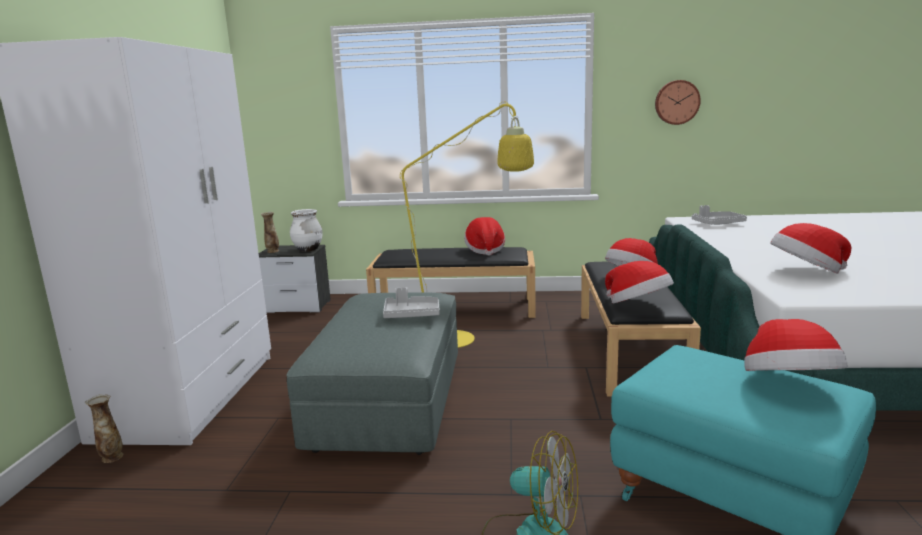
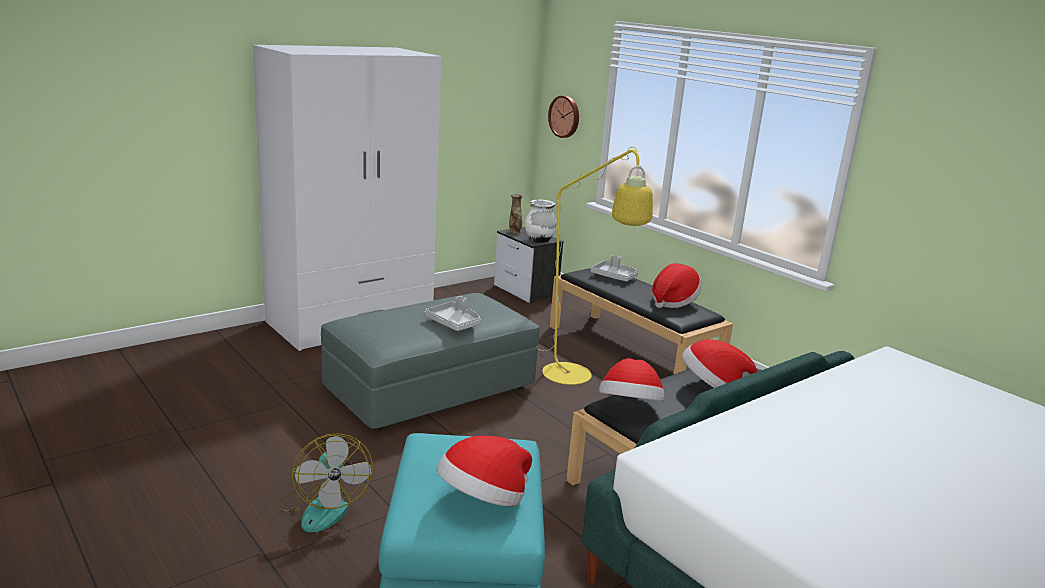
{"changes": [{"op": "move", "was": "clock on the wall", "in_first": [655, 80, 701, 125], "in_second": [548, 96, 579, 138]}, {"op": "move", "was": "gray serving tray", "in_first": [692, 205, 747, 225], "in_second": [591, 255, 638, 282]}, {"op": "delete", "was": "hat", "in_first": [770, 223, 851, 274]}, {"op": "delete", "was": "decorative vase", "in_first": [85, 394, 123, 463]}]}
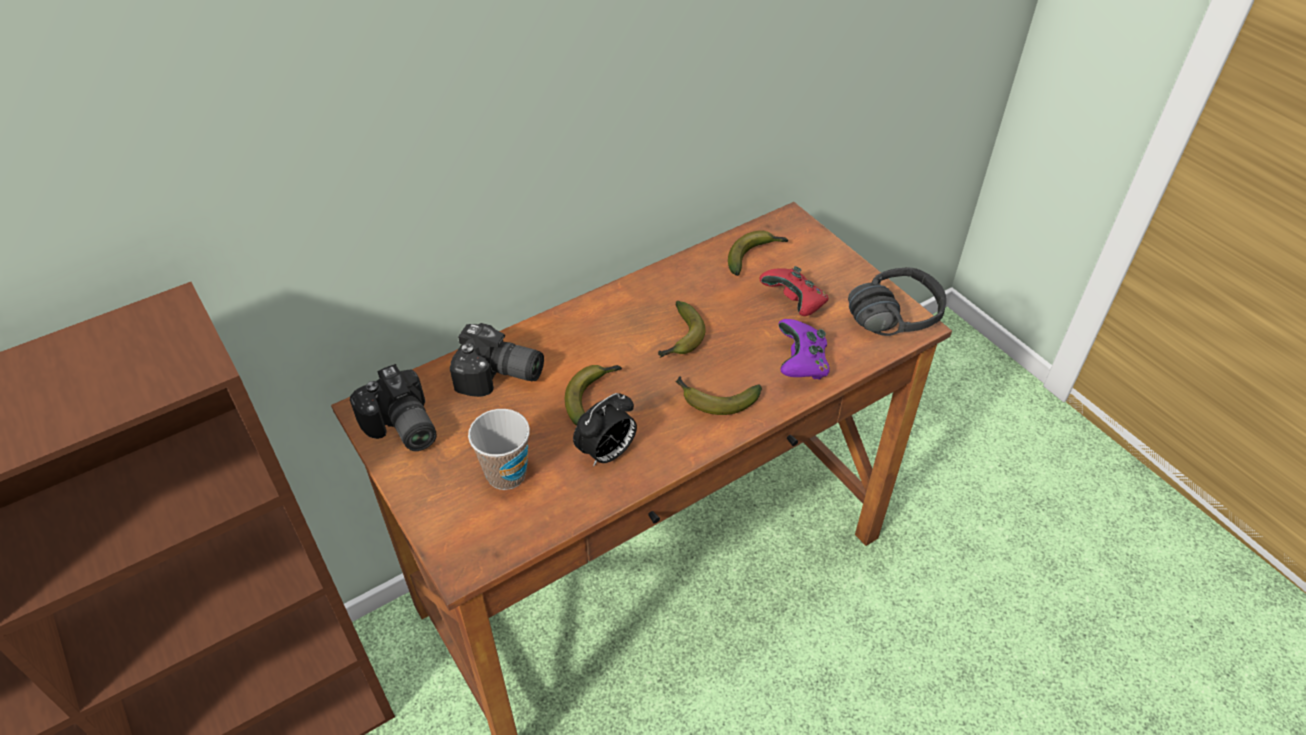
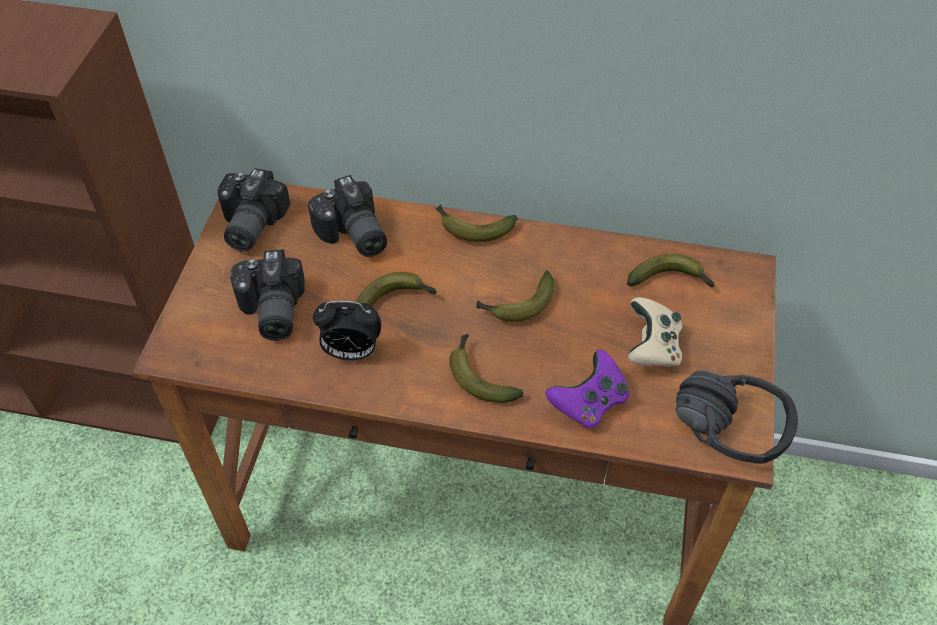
{"changes": [{"op": "recolor", "was": "reddish game controller", "now": "beige-coloured game controller", "in_first": [759, 266, 829, 316], "in_second": [628, 297, 682, 367]}, {"op": "replace", "was": "drinking cup", "now": "photo camera", "in_first": [468, 409, 530, 490], "in_second": [231, 249, 305, 341]}, {"op": "insert", "now": "whole banana", "in_second": [436, 204, 518, 242]}]}
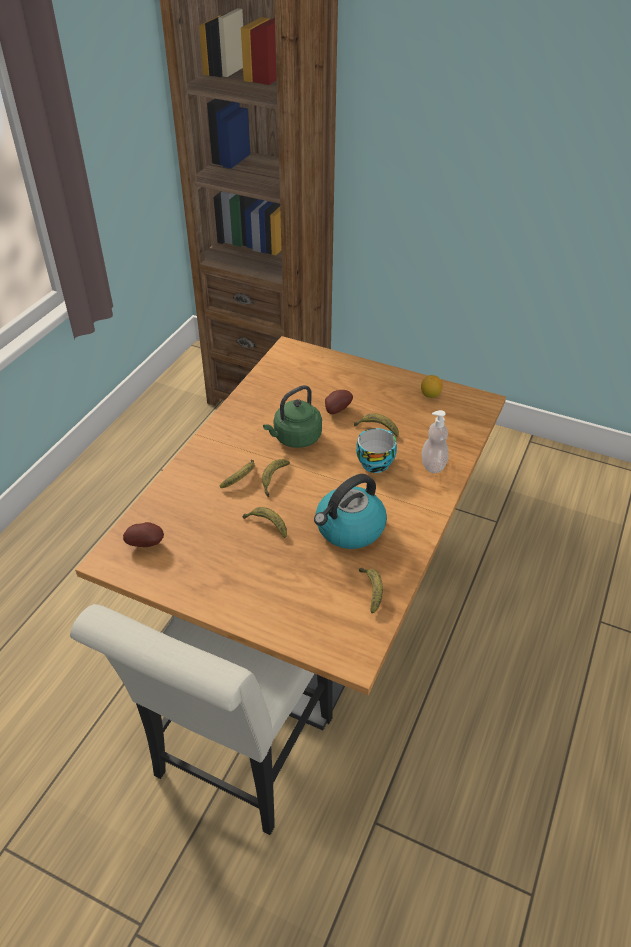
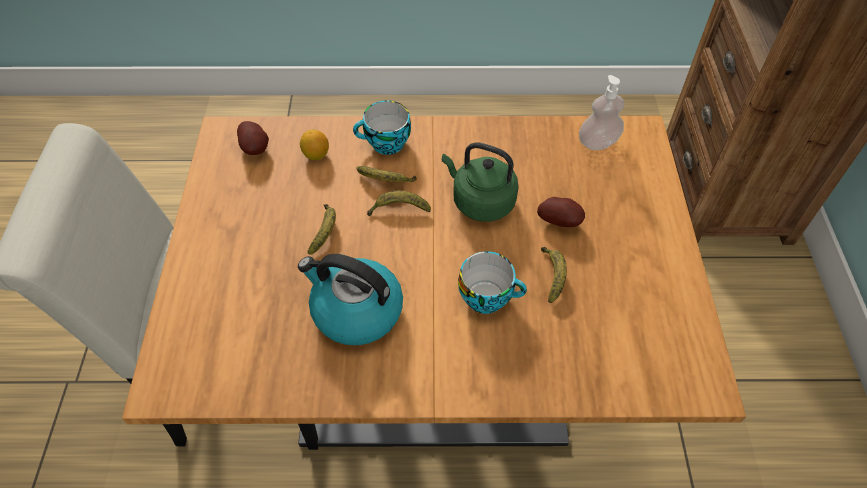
{"changes": [{"op": "move", "was": "whole lemon", "in_first": [421, 375, 443, 398], "in_second": [300, 130, 329, 160]}, {"op": "move", "was": "soap bottle", "in_first": [421, 410, 449, 473], "in_second": [579, 75, 624, 150]}, {"op": "delete", "was": "whole banana", "in_first": [359, 568, 383, 613]}, {"op": "insert", "now": "drinking cup", "in_second": [353, 101, 411, 155]}]}
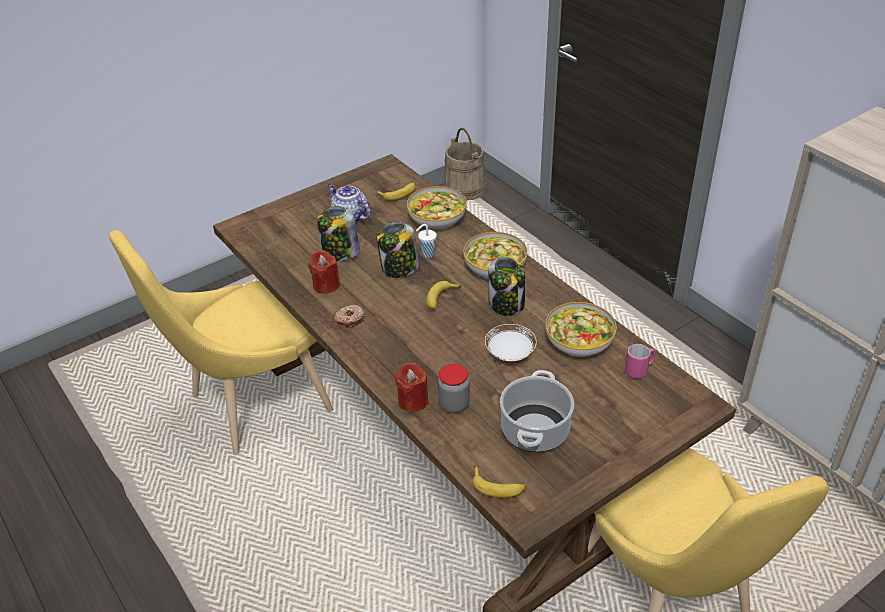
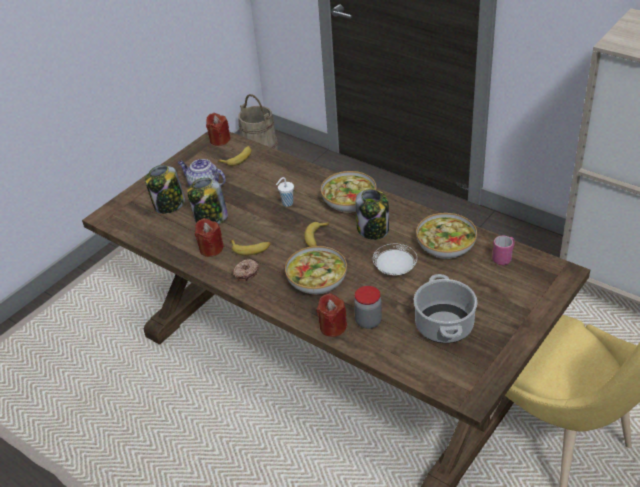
{"changes": [{"op": "move", "was": "deep dish", "in_first": [407, 186, 467, 230], "in_second": [285, 246, 347, 295]}, {"op": "move", "was": "jar", "in_first": [377, 221, 419, 278], "in_second": [145, 165, 185, 214]}, {"op": "delete", "was": "yellow chair", "in_first": [109, 230, 333, 455]}, {"op": "move", "was": "whole banana", "in_first": [472, 466, 527, 498], "in_second": [230, 239, 271, 256]}, {"op": "insert", "now": "reddish wax light", "in_second": [206, 113, 231, 146]}]}
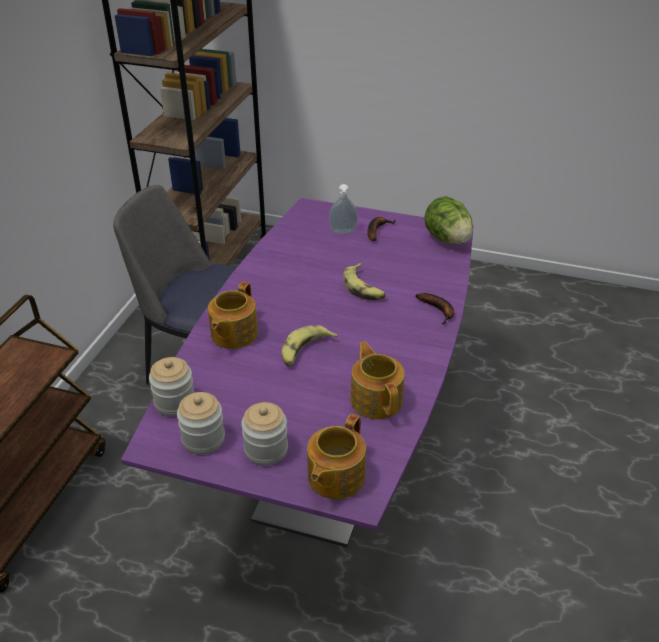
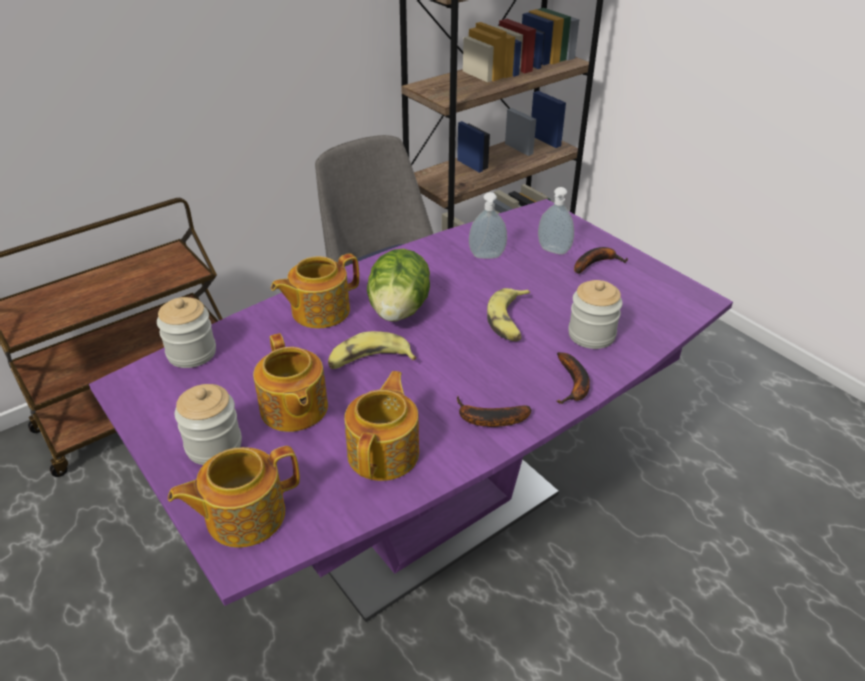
{"changes": [{"op": "move", "was": "lettuce head", "in_first": [424, 196, 473, 244], "in_second": [367, 249, 430, 322]}, {"op": "move", "was": "jar", "in_first": [177, 392, 225, 455], "in_second": [568, 280, 623, 349]}, {"op": "insert", "now": "soap bottle", "in_second": [469, 192, 507, 259]}, {"op": "insert", "now": "teapot", "in_second": [253, 333, 328, 432]}, {"op": "insert", "now": "whole banana", "in_second": [457, 396, 531, 427]}]}
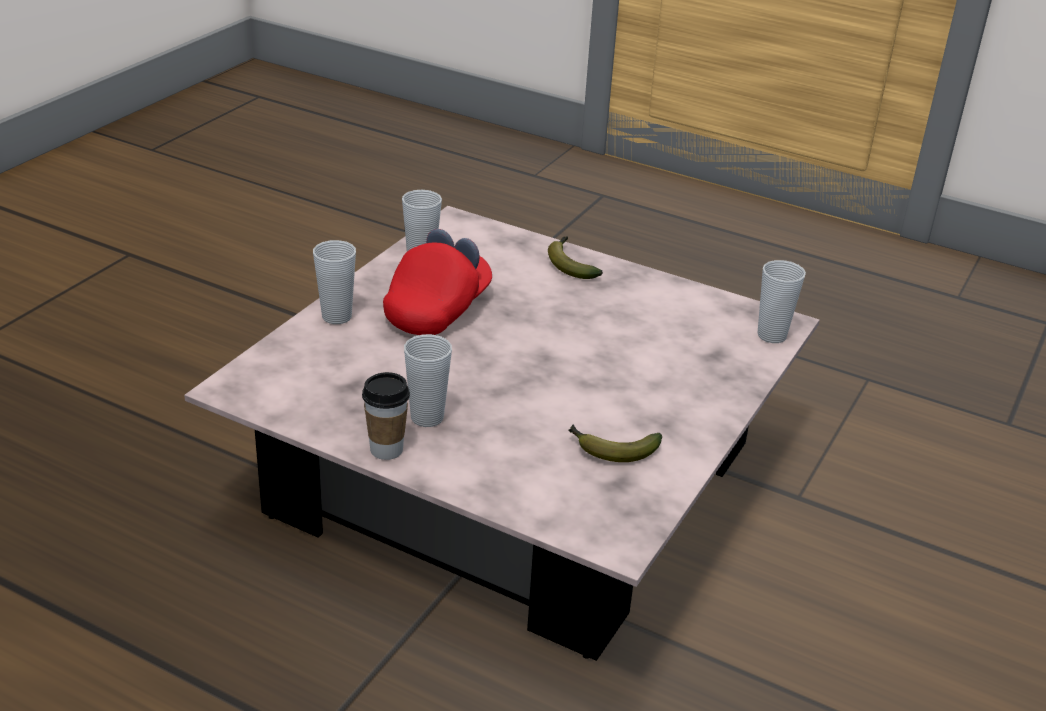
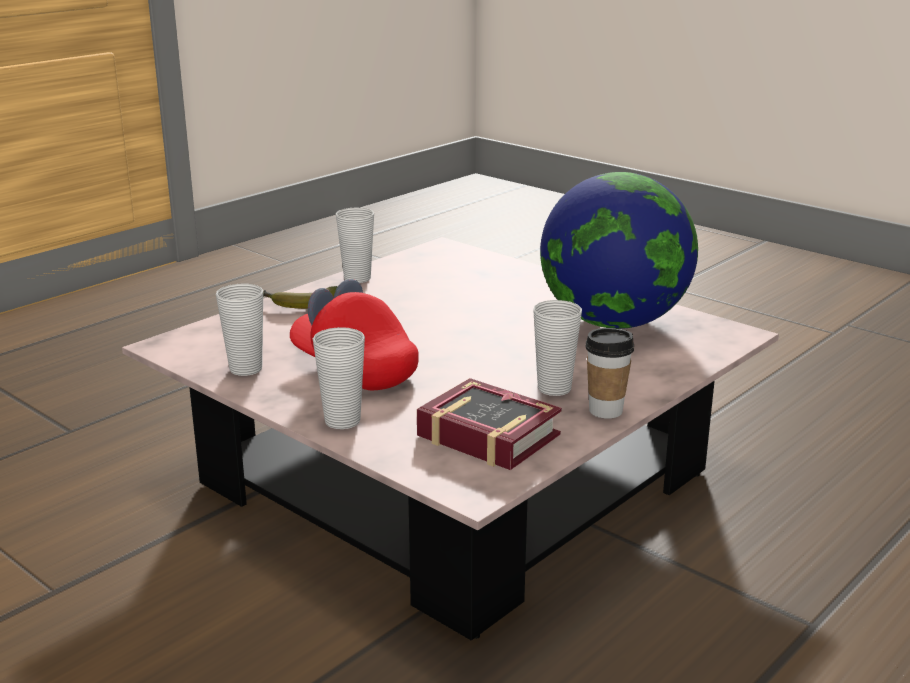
{"changes": [{"op": "move", "was": "drinking cup", "in_first": [758, 260, 806, 343], "in_second": [336, 208, 374, 283]}, {"op": "replace", "was": "whole banana", "now": "world globe", "in_first": [568, 424, 662, 462], "in_second": [540, 172, 698, 329]}, {"op": "insert", "now": "bound book", "in_second": [417, 378, 562, 470]}]}
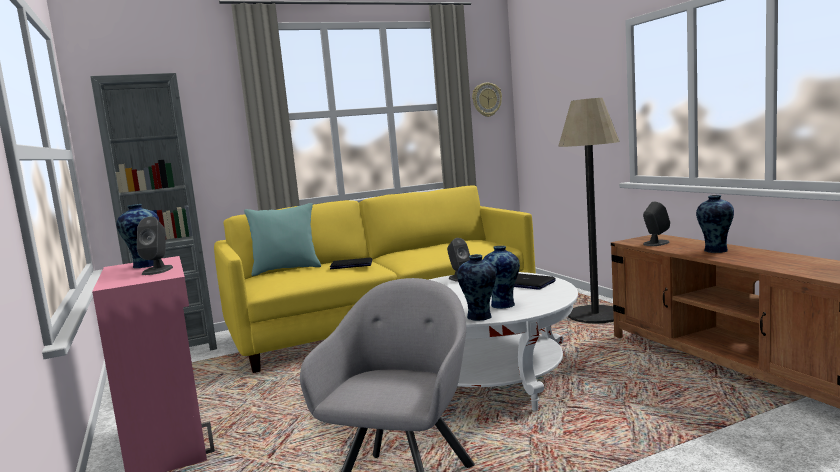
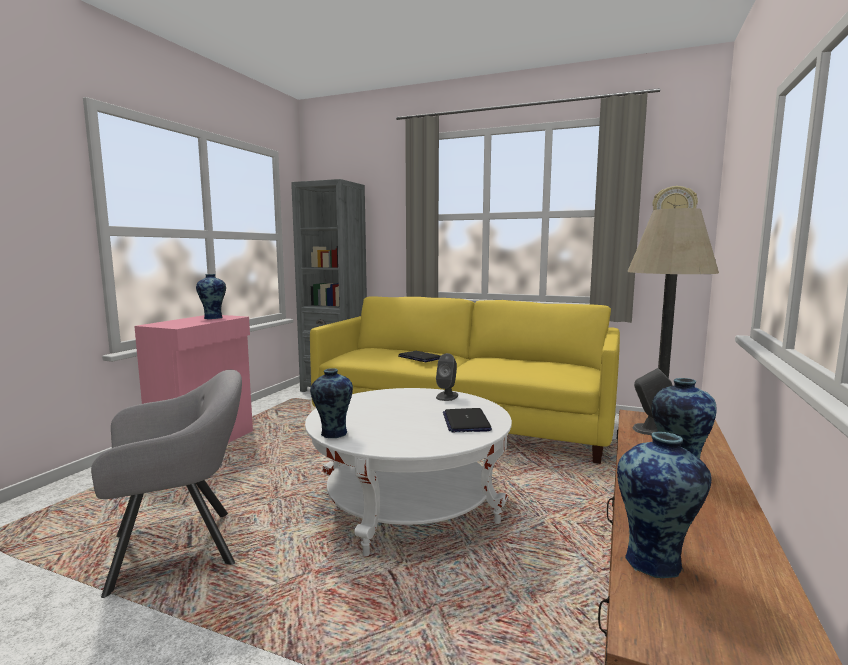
{"changes": [{"op": "delete", "was": "blue-green throw pillow", "in_first": [244, 203, 321, 276]}, {"op": "delete", "was": "gray speaker", "in_first": [137, 217, 173, 275]}, {"op": "move", "was": "decorative vase", "in_first": [483, 246, 520, 309], "in_second": [617, 432, 712, 578]}]}
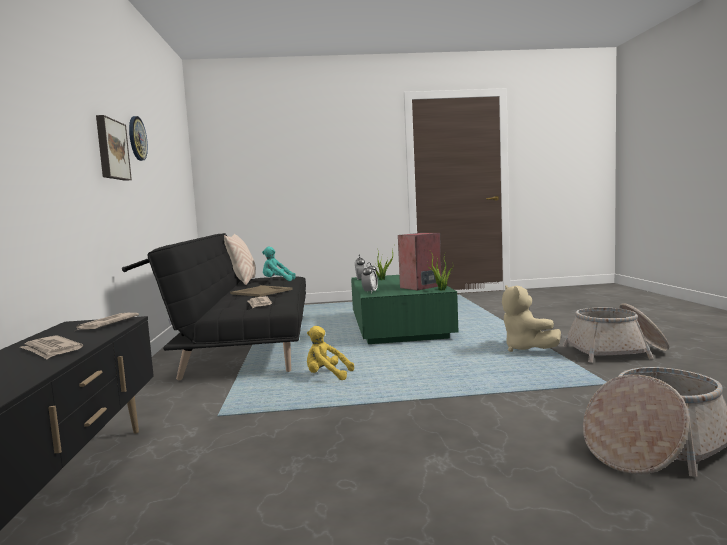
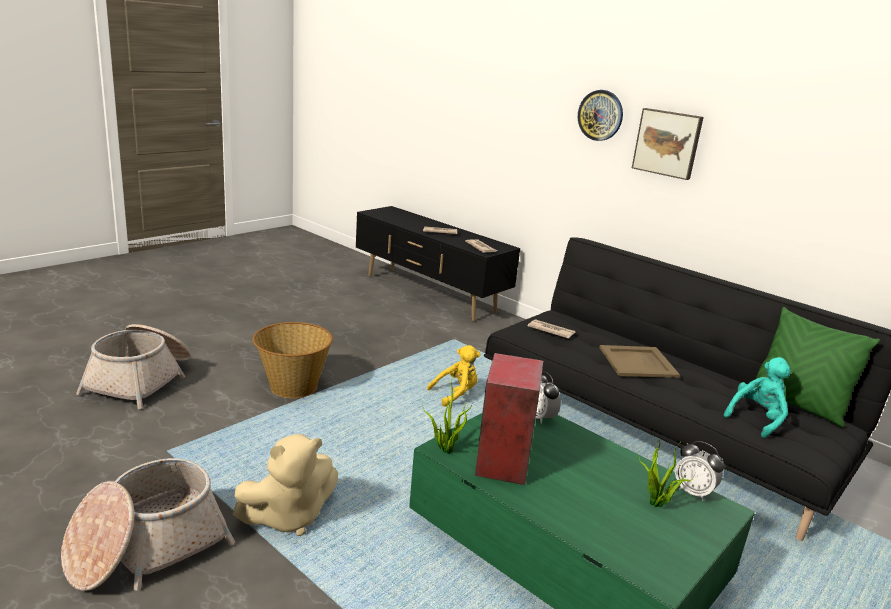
{"changes": [{"op": "move", "was": "clock on the wall", "in_first": [129, 116, 148, 161], "in_second": [578, 90, 623, 141]}, {"op": "recolor", "was": "beige-coloured throw pillow", "now": "green-coloured throw pillow", "in_first": [224, 234, 256, 285], "in_second": [756, 307, 880, 427]}, {"op": "rotate", "was": "beige-coloured soft toy", "in_first": [502, 285, 561, 352], "in_second": [233, 434, 338, 536], "clockwise": 120}, {"op": "insert", "now": "basket", "in_second": [252, 322, 333, 398]}]}
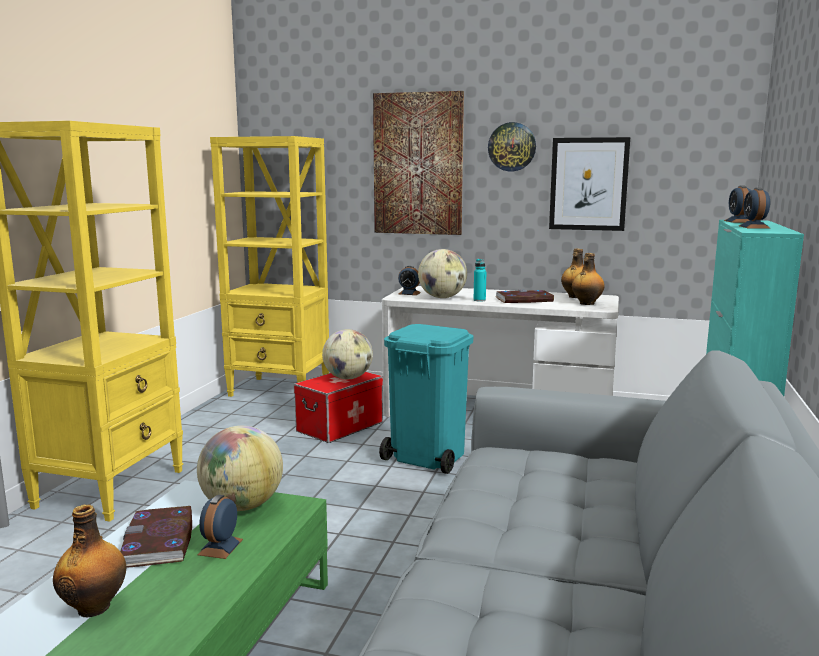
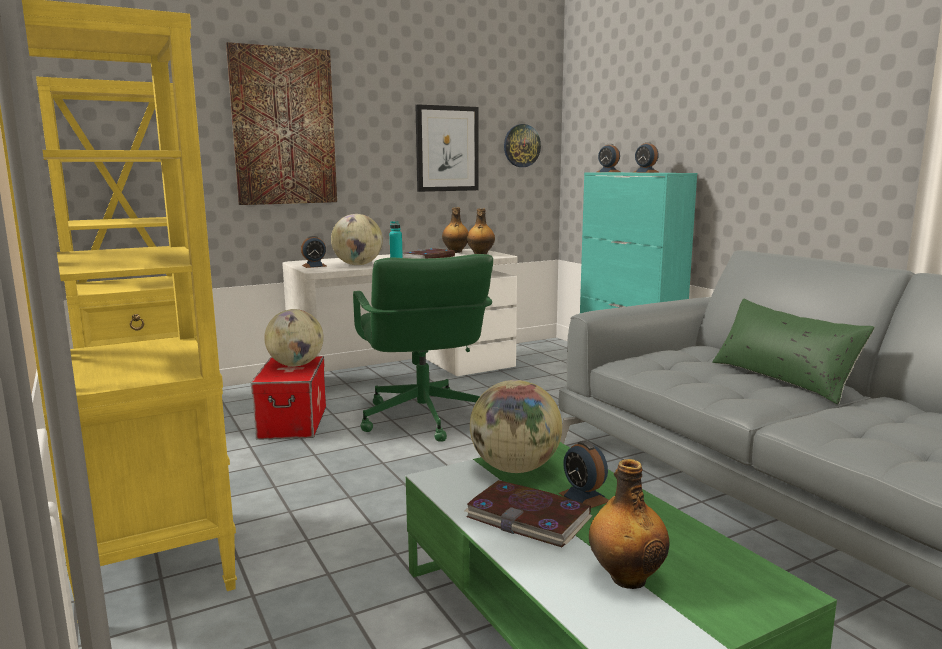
{"changes": [{"op": "move", "was": "clock on the wall", "in_first": [488, 122, 536, 171], "in_second": [504, 124, 541, 167]}, {"op": "replace", "was": "blue-green rubbish bin", "now": "green-coloured office chair", "in_first": [379, 324, 473, 474], "in_second": [353, 254, 493, 442]}, {"op": "insert", "now": "green-coloured throw pillow", "in_second": [712, 299, 875, 404]}]}
